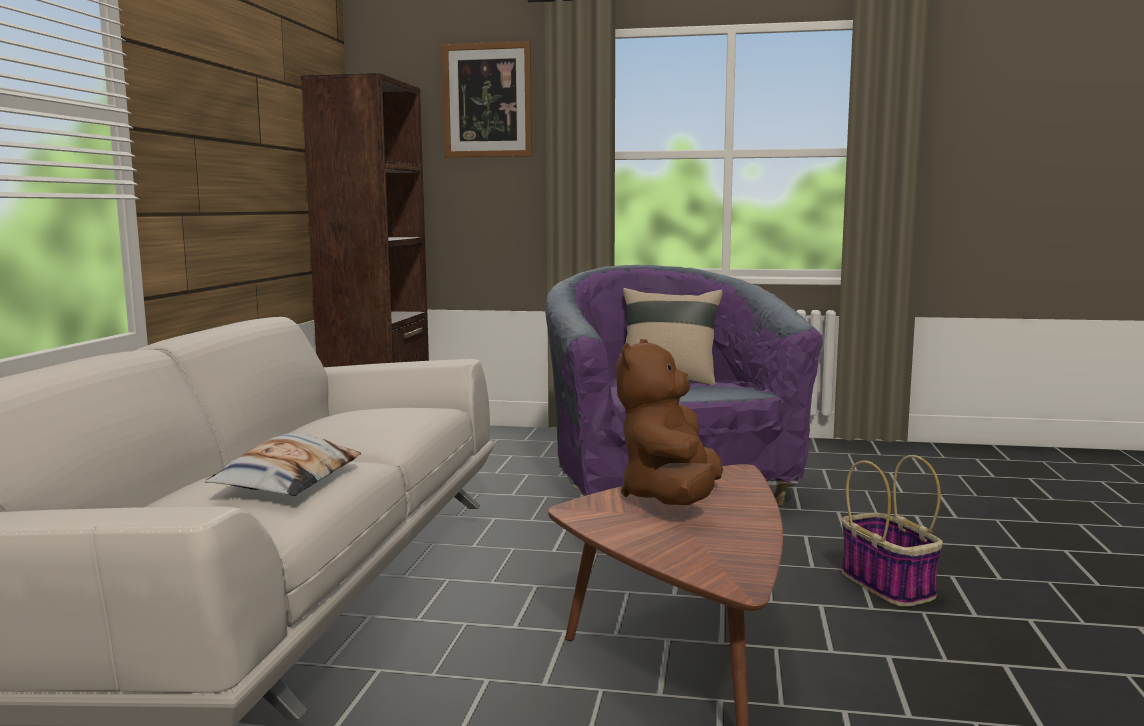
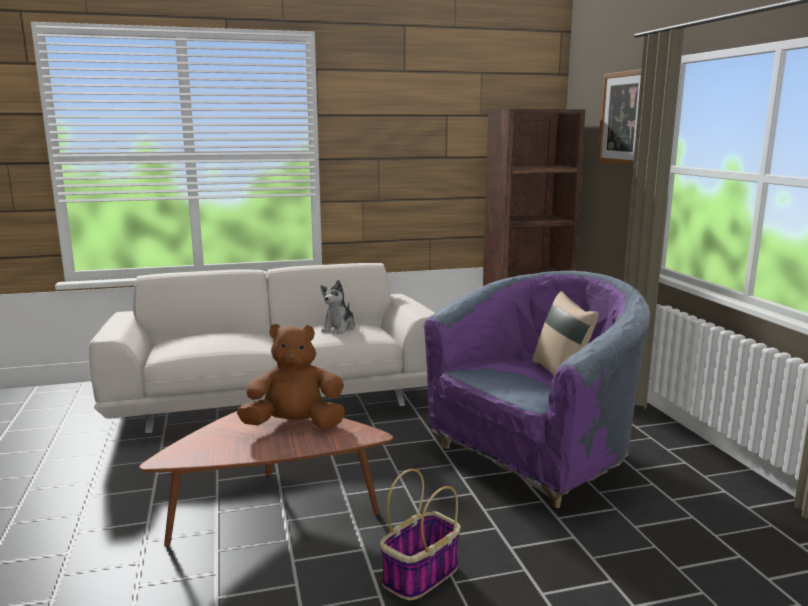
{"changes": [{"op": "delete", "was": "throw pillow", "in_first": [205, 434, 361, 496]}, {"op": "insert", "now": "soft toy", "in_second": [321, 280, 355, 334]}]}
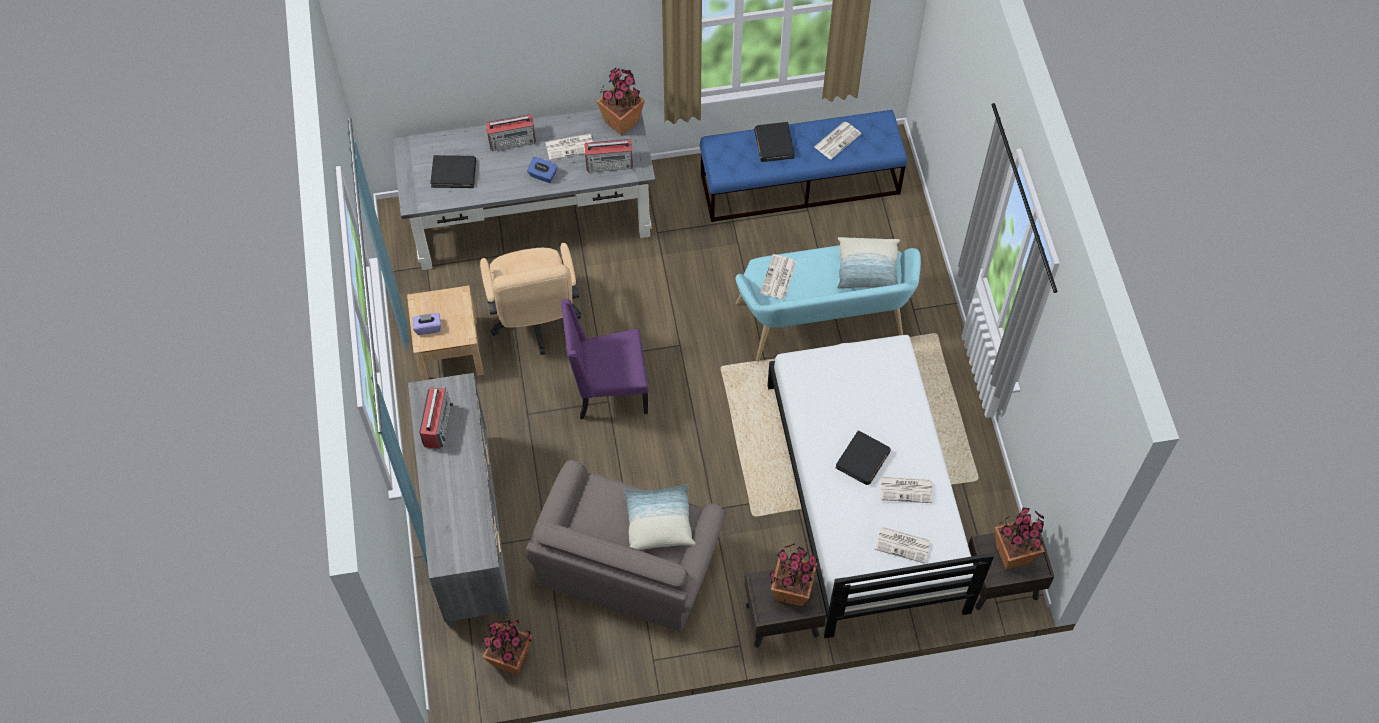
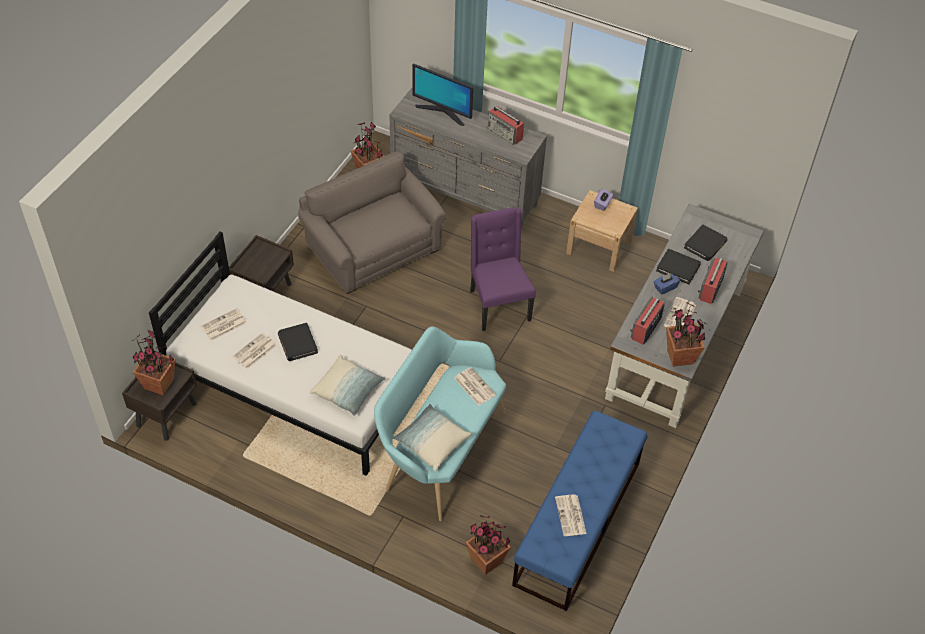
{"changes": [{"op": "move", "was": "black bound book", "in_first": [754, 122, 795, 162], "in_second": [656, 249, 701, 284]}, {"op": "delete", "was": "beige-coloured office chair", "in_first": [480, 243, 581, 355]}, {"op": "rotate", "was": "purple chair", "in_first": [561, 299, 649, 419], "in_second": [470, 207, 536, 331], "clockwise": -45}, {"op": "move", "was": "throw pillow", "in_first": [623, 485, 696, 550], "in_second": [310, 355, 385, 416]}, {"op": "move", "was": "houseplant", "in_first": [769, 543, 819, 606], "in_second": [465, 515, 511, 575]}, {"op": "insert", "now": "monitor", "in_second": [412, 64, 473, 126]}]}
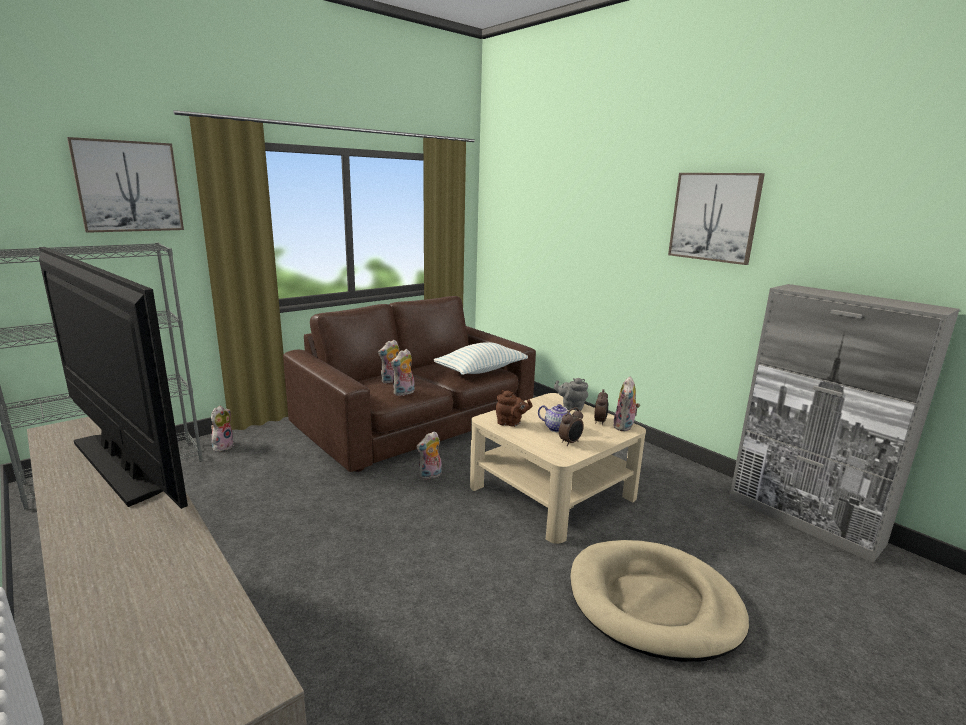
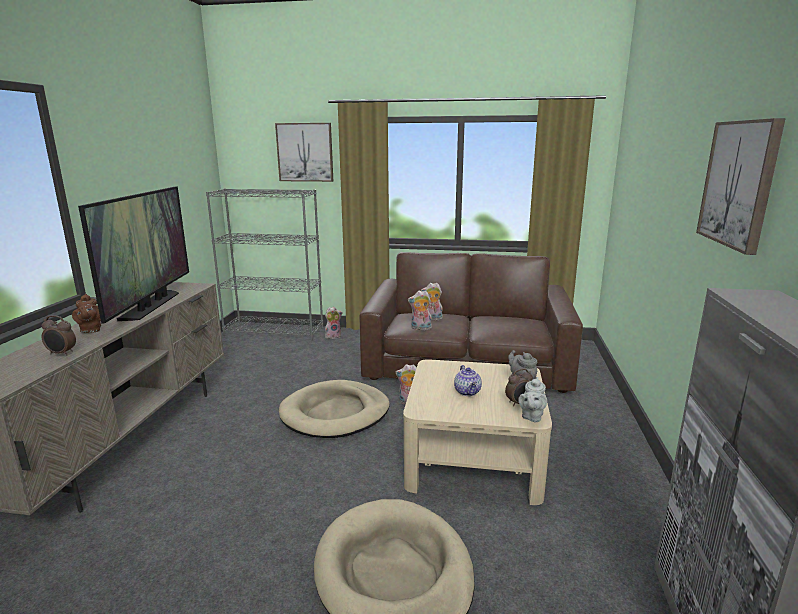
{"changes": [{"op": "delete", "was": "throw pillow", "in_first": [433, 342, 528, 375]}, {"op": "replace", "was": "soft toy", "now": "gray teapot", "in_first": [613, 377, 640, 432], "in_second": [518, 377, 547, 422]}, {"op": "move", "was": "brown teapot", "in_first": [495, 390, 532, 427], "in_second": [72, 294, 101, 333]}, {"op": "move", "was": "alarm clock", "in_first": [559, 407, 584, 446], "in_second": [42, 315, 76, 355]}, {"op": "insert", "now": "beige-coloured dog bed", "in_second": [279, 380, 390, 438]}]}
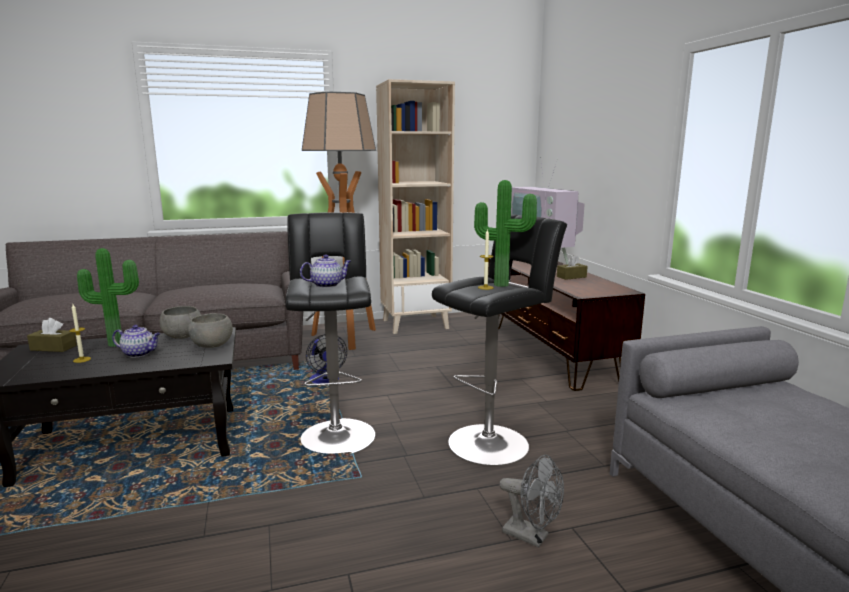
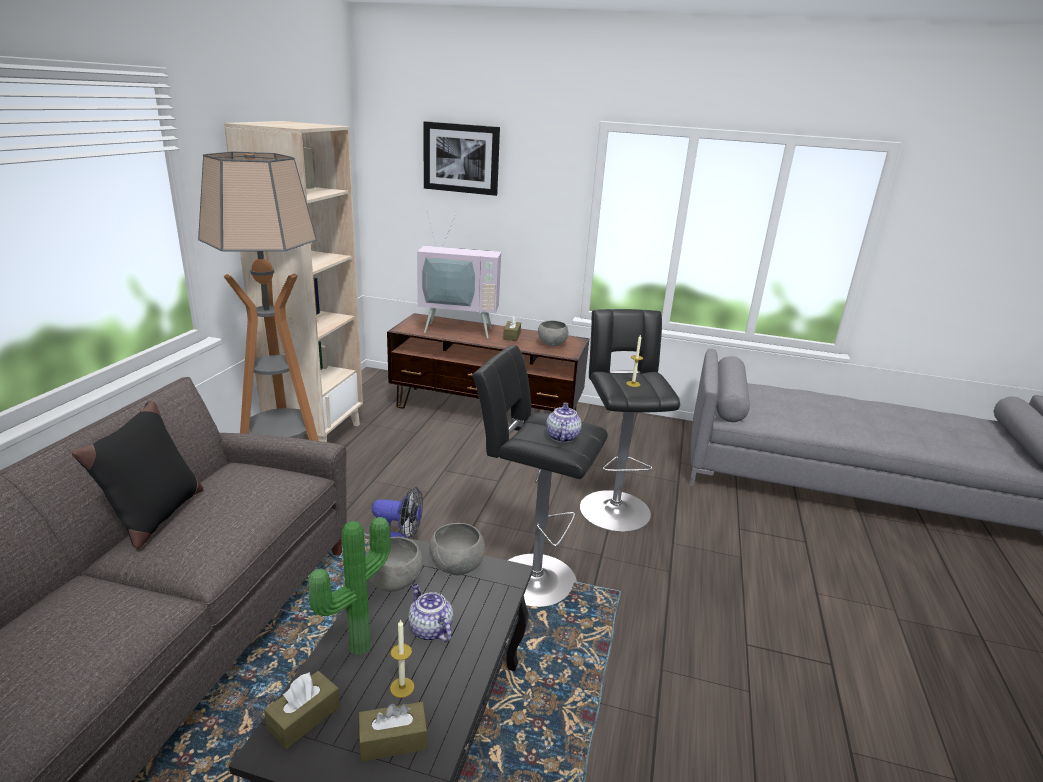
{"changes": [{"op": "delete", "was": "houseplant", "in_first": [474, 180, 537, 287]}, {"op": "rotate", "was": "teapot", "in_first": [112, 325, 161, 357], "in_second": [408, 583, 453, 642], "clockwise": -75}, {"op": "delete", "was": "gray electric fan", "in_first": [499, 455, 564, 548]}, {"op": "insert", "now": "picture", "in_second": [423, 121, 500, 196]}, {"op": "insert", "now": "gray deep dish", "in_second": [538, 320, 568, 346]}, {"op": "insert", "now": "black throw pillow", "in_second": [71, 400, 204, 549]}, {"op": "insert", "now": "brown box of tissues", "in_second": [358, 702, 428, 762]}]}
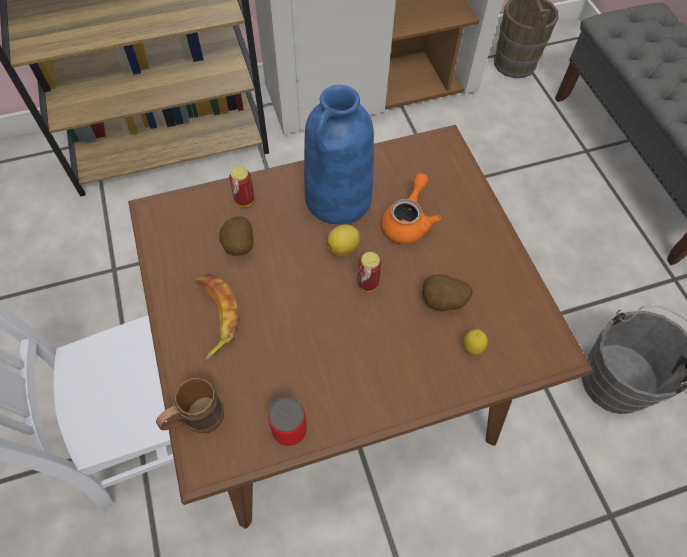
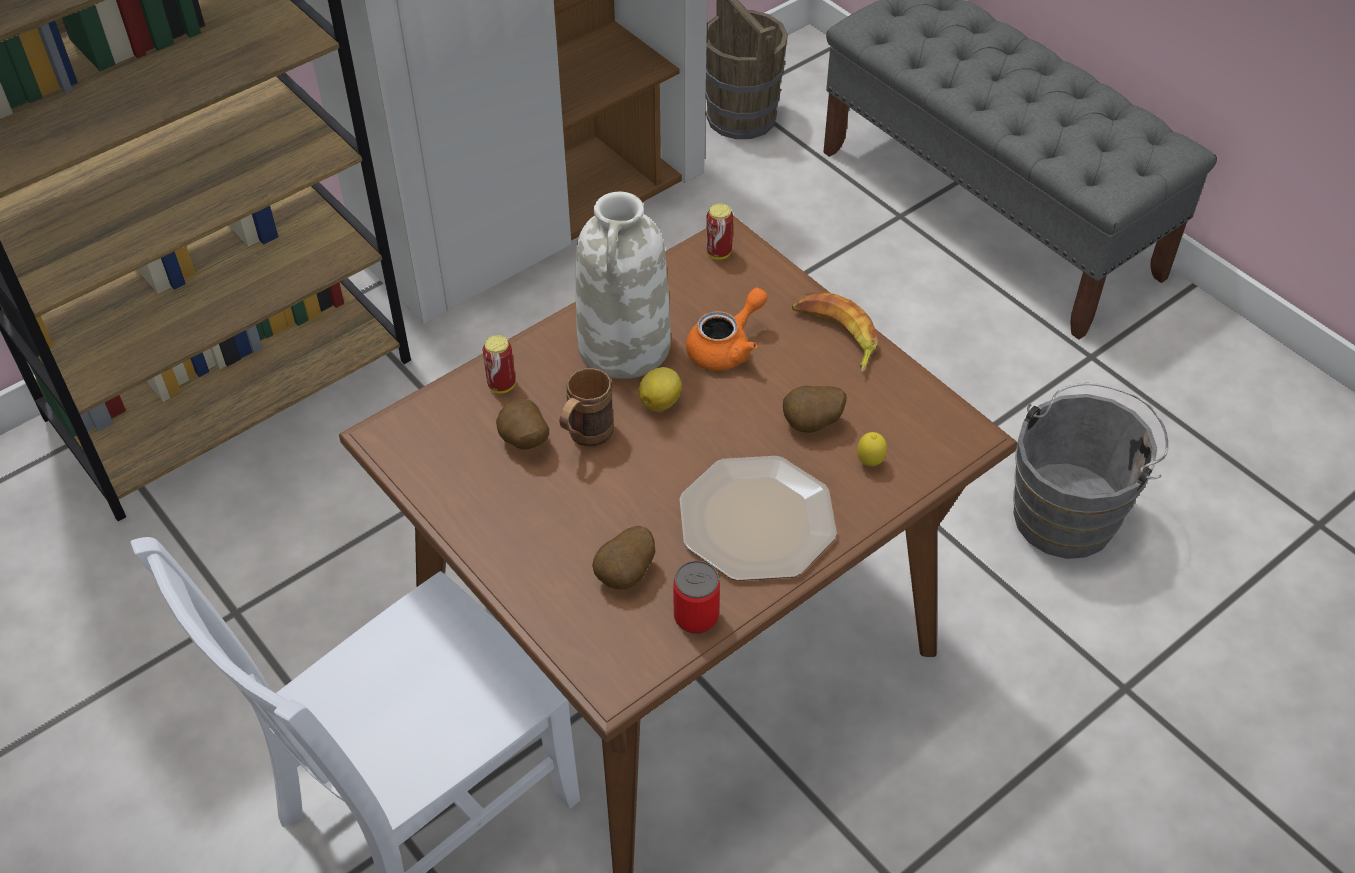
{"changes": [{"op": "recolor", "was": "blue decorative vase", "now": "white decorative vase", "in_first": [304, 85, 374, 225], "in_second": [576, 192, 671, 379]}, {"op": "rotate", "was": "orange teapot", "in_first": [381, 173, 441, 244], "in_second": [686, 288, 768, 371], "clockwise": 45}, {"op": "move", "was": "can", "in_first": [357, 252, 382, 292], "in_second": [706, 203, 733, 260]}, {"op": "move", "was": "whole banana", "in_first": [194, 274, 239, 360], "in_second": [792, 292, 878, 373]}, {"op": "move", "was": "brown coffee mug", "in_first": [156, 378, 224, 434], "in_second": [559, 368, 614, 447]}, {"op": "insert", "now": "flat dish", "in_second": [680, 456, 837, 581]}, {"op": "insert", "now": "potato", "in_second": [592, 526, 655, 589]}]}
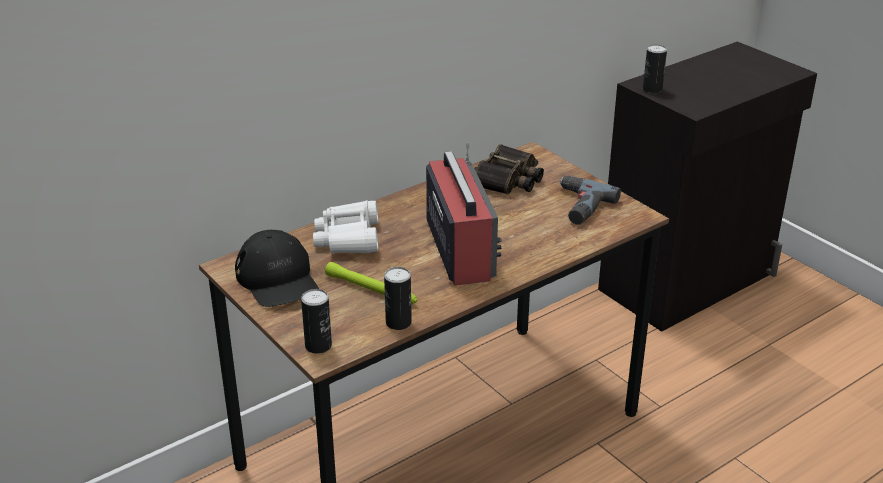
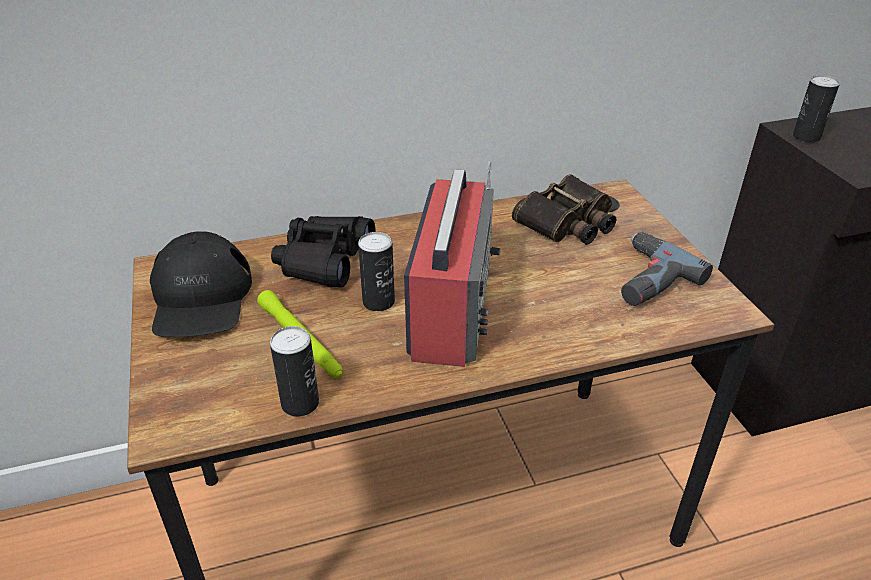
{"changes": [{"op": "recolor", "was": "white pair of binoculars", "now": "black pair of binoculars", "in_first": [313, 200, 378, 253], "in_second": [271, 216, 376, 287]}, {"op": "move", "was": "can", "in_first": [301, 289, 332, 354], "in_second": [358, 232, 395, 311]}]}
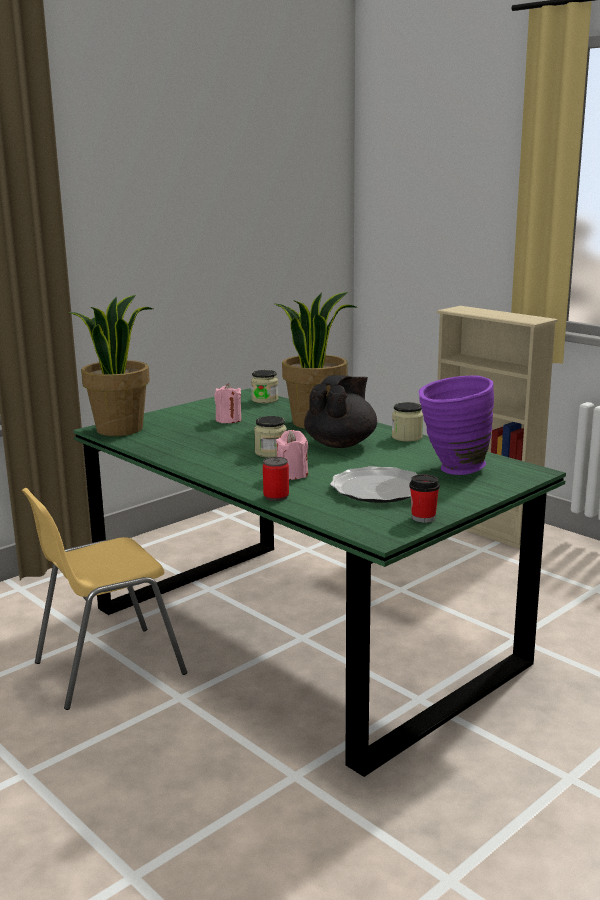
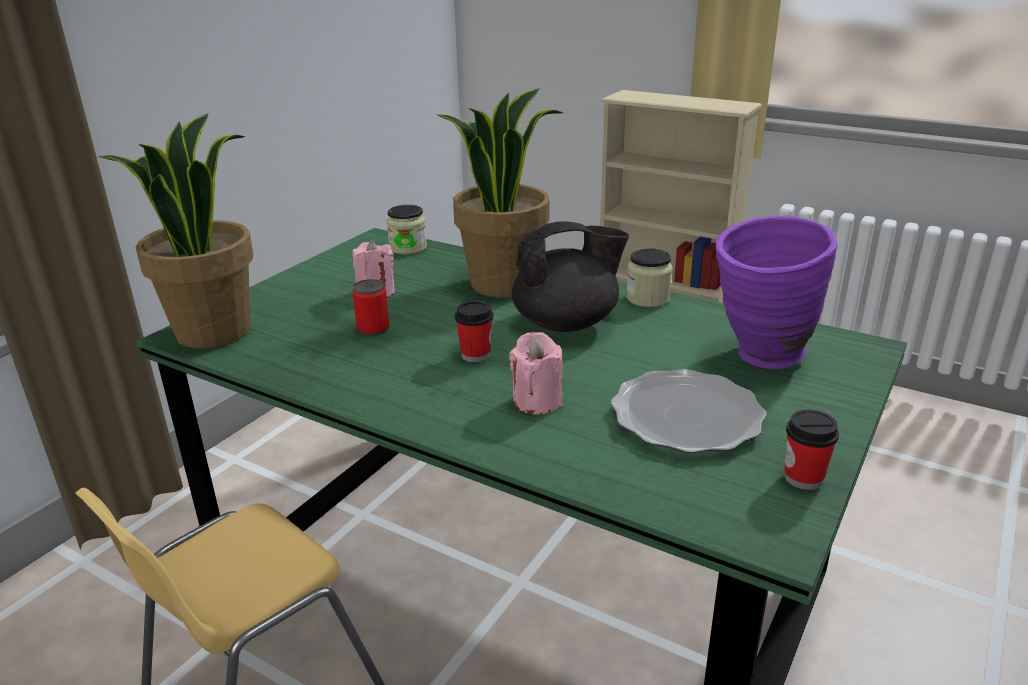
{"changes": [{"op": "rotate", "was": "black teapot", "in_first": [304, 375, 377, 448], "in_second": [512, 221, 629, 332], "clockwise": 60}, {"op": "replace", "was": "jar", "now": "drinking cup", "in_first": [254, 416, 287, 458], "in_second": [455, 300, 493, 362]}, {"op": "move", "was": "can", "in_first": [263, 457, 289, 501], "in_second": [353, 279, 389, 336]}]}
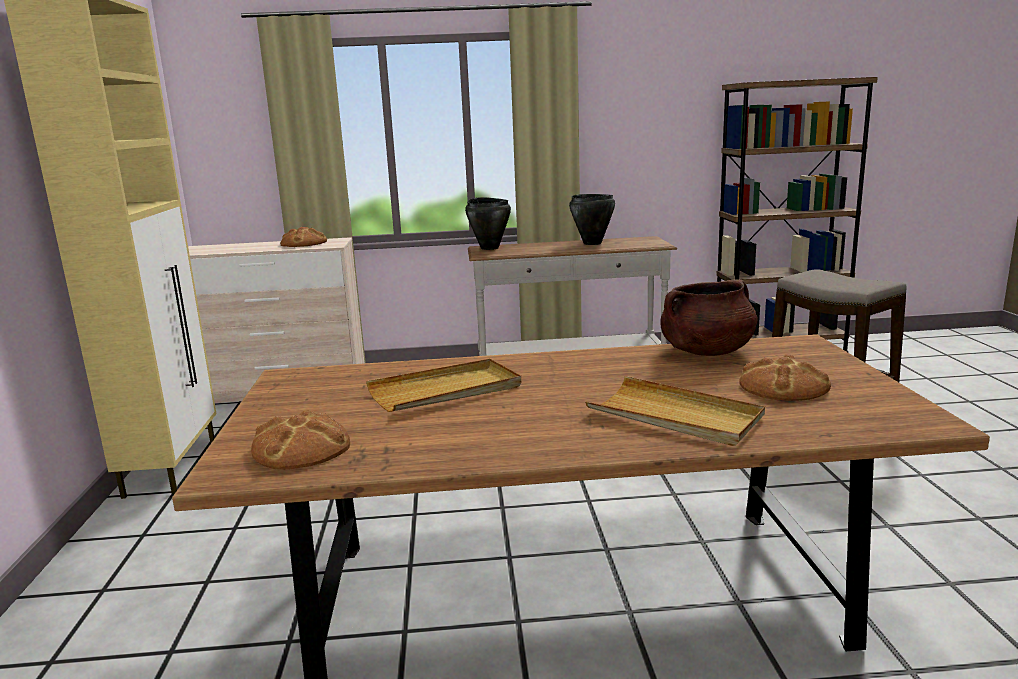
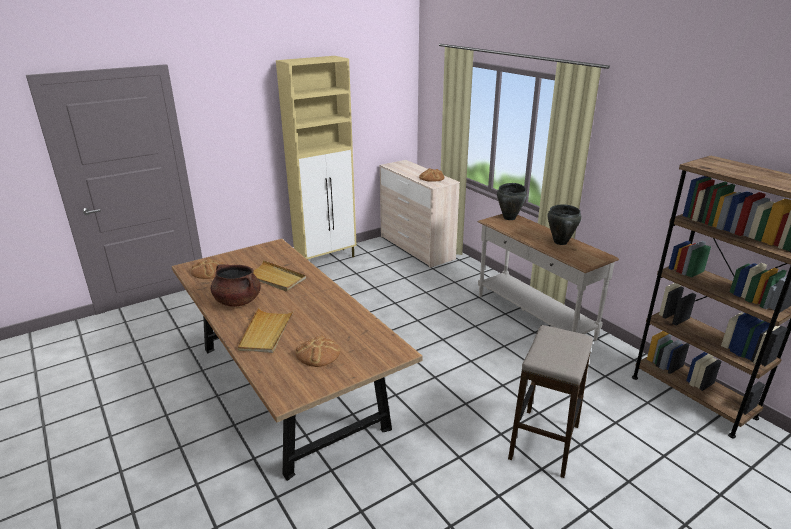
{"changes": [{"op": "move", "was": "brown cooking pot", "in_first": [660, 279, 757, 356], "in_second": [211, 264, 261, 307]}]}
